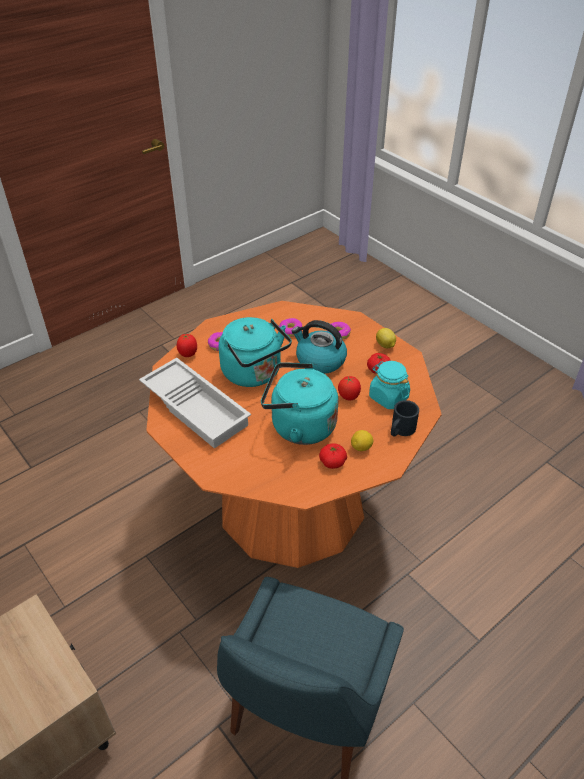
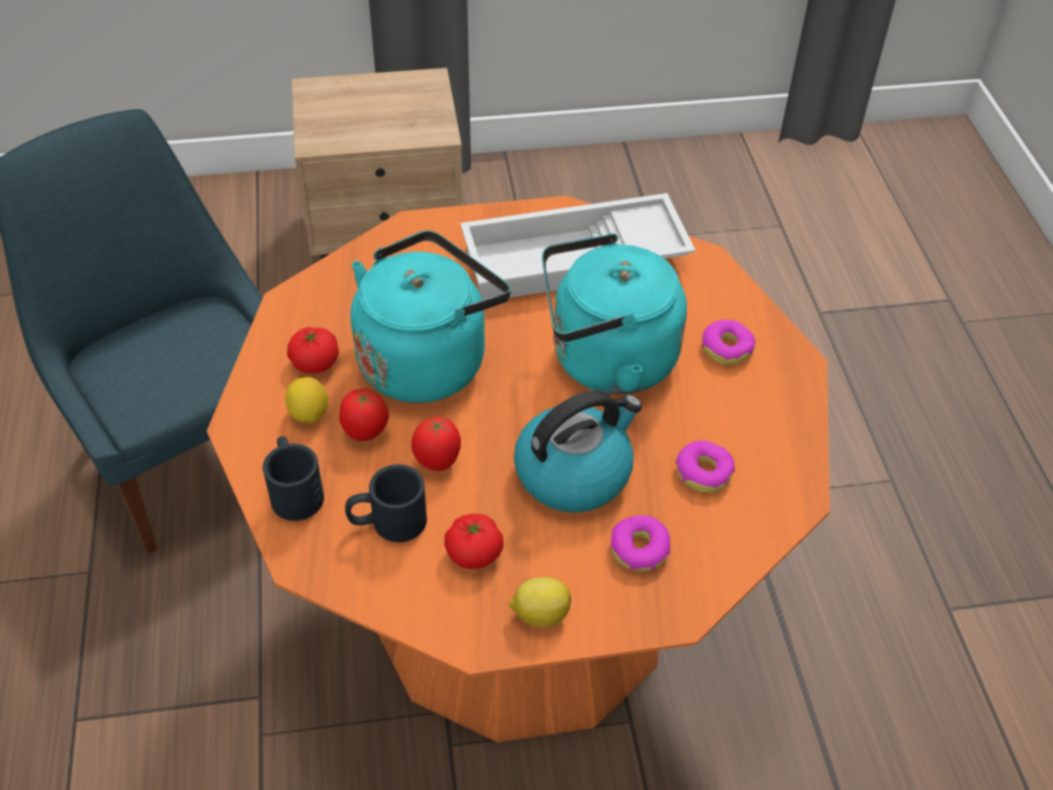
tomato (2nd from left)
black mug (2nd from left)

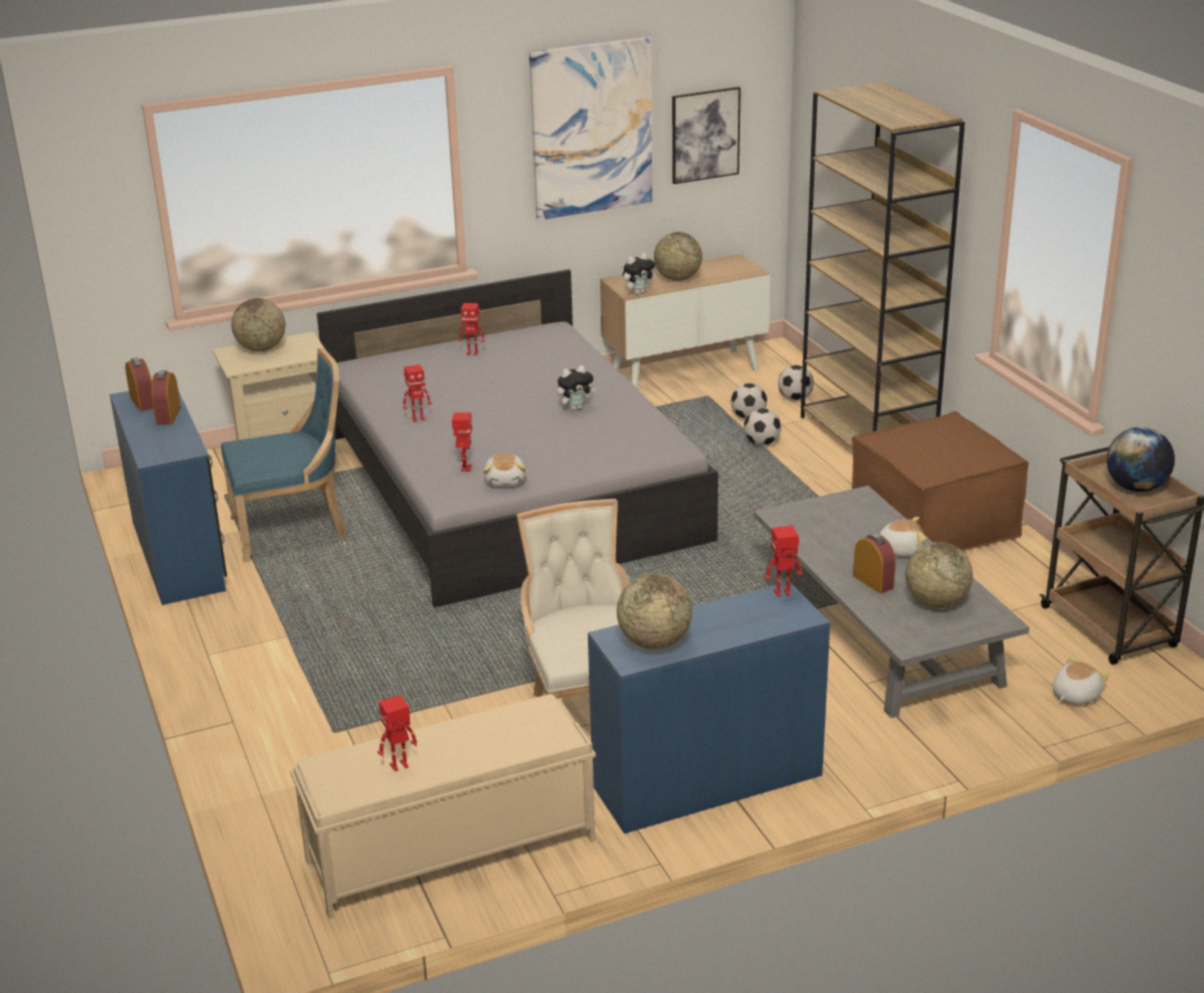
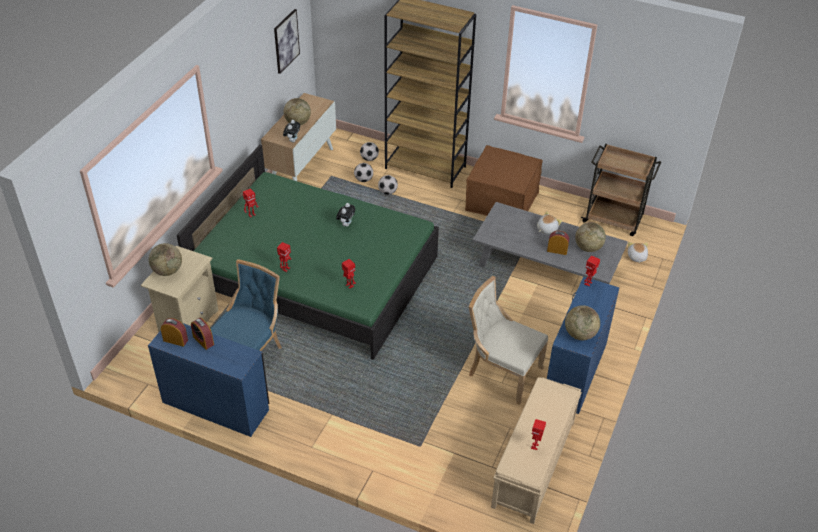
picture (1st from left in the first image)
green bed
globe (5th from left in the first image)
plush toy (1st from left in the first image)

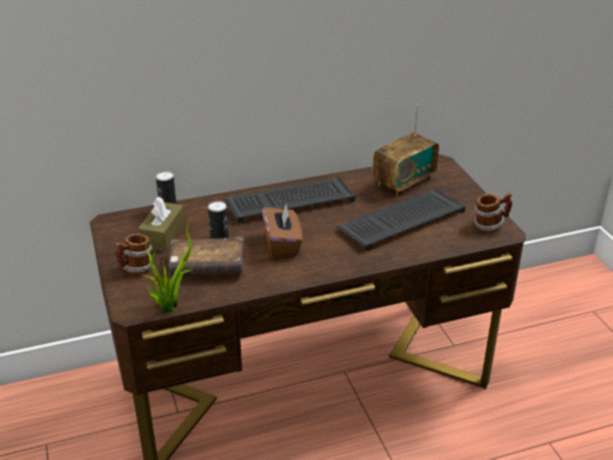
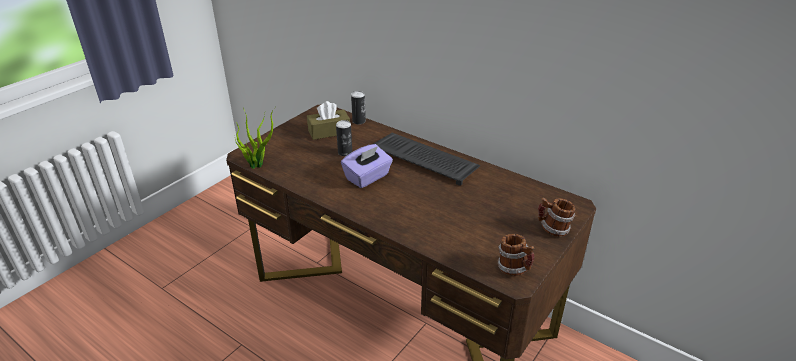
radio
keyboard (2nd from left in the first image)
purple tissue box
mug (2nd from left)
brown book

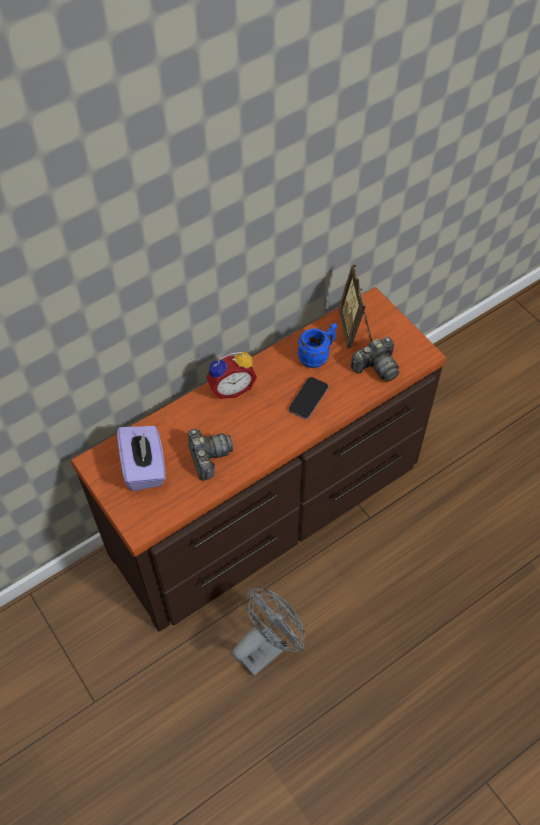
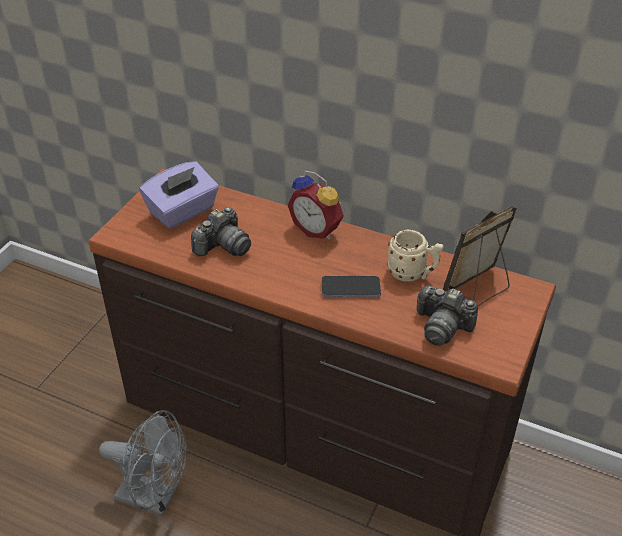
beige mug

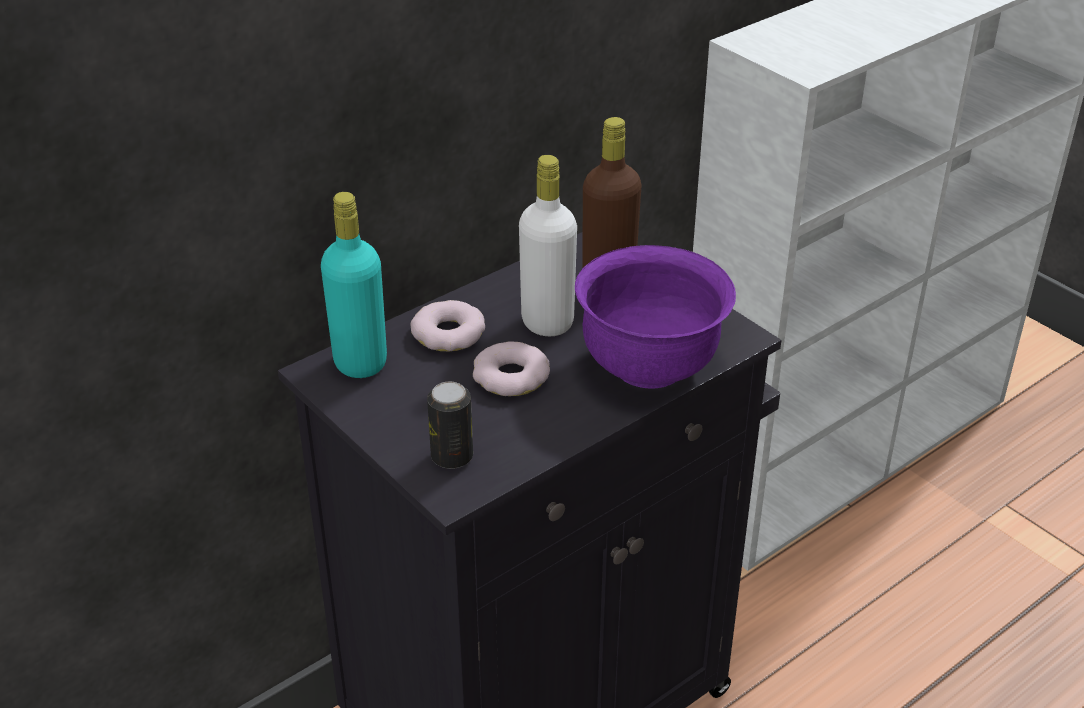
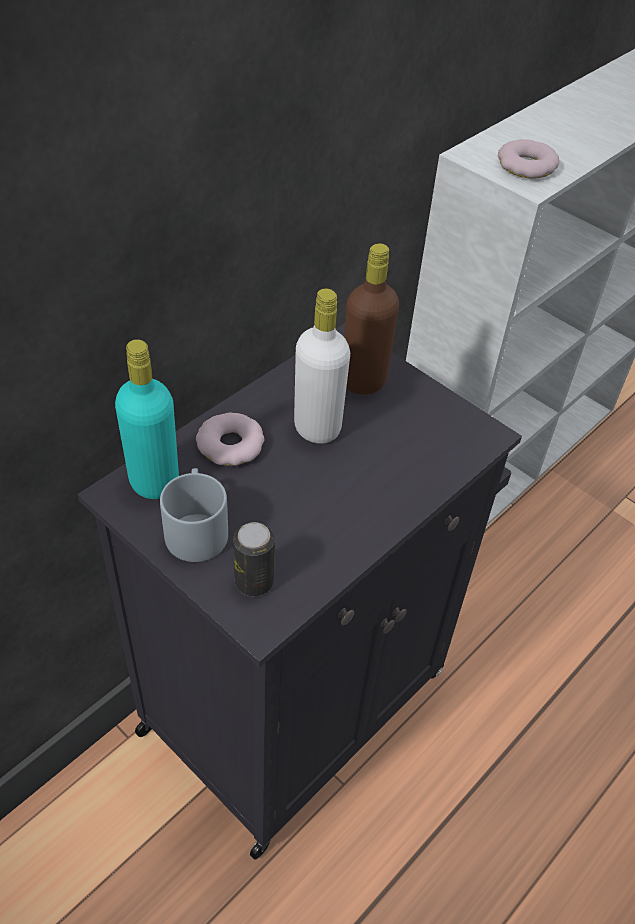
purple bowl
donut (2nd from left)
grey mug

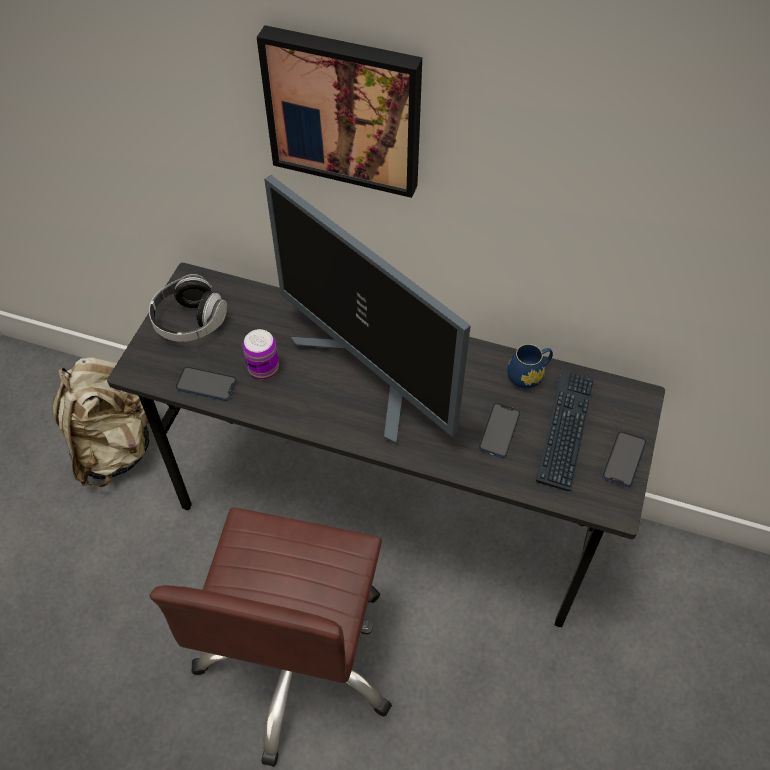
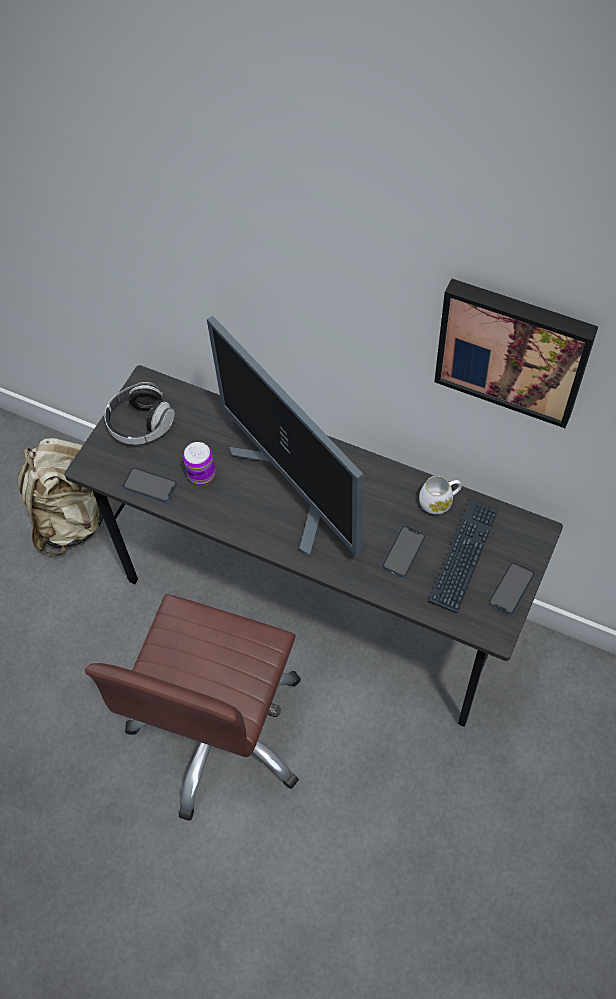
picture
white mug

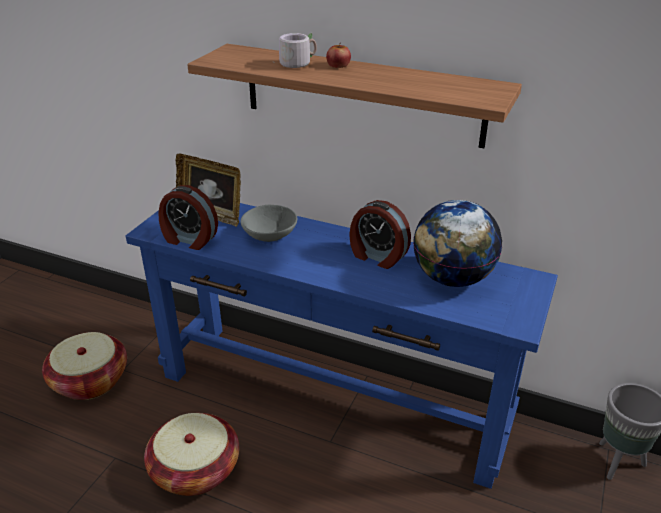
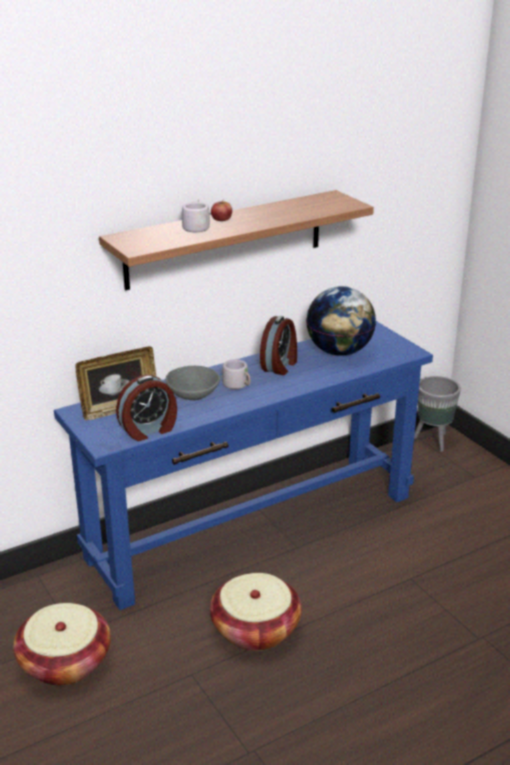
alarm clock (2nd from left)
grey mug (2nd from left)

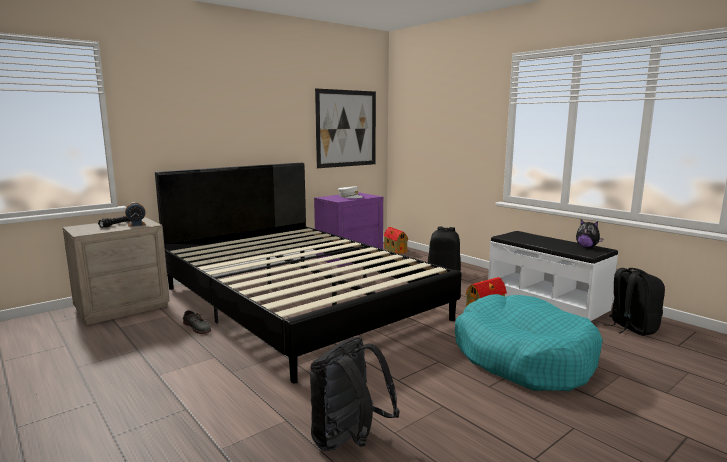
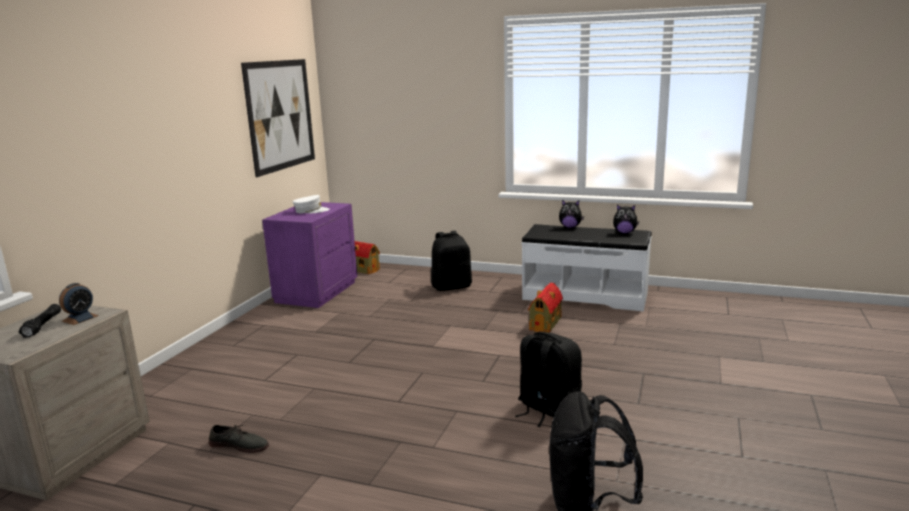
black bed
black backpack (2nd from left)
turquoise dog bed
plush toy (1st from left)

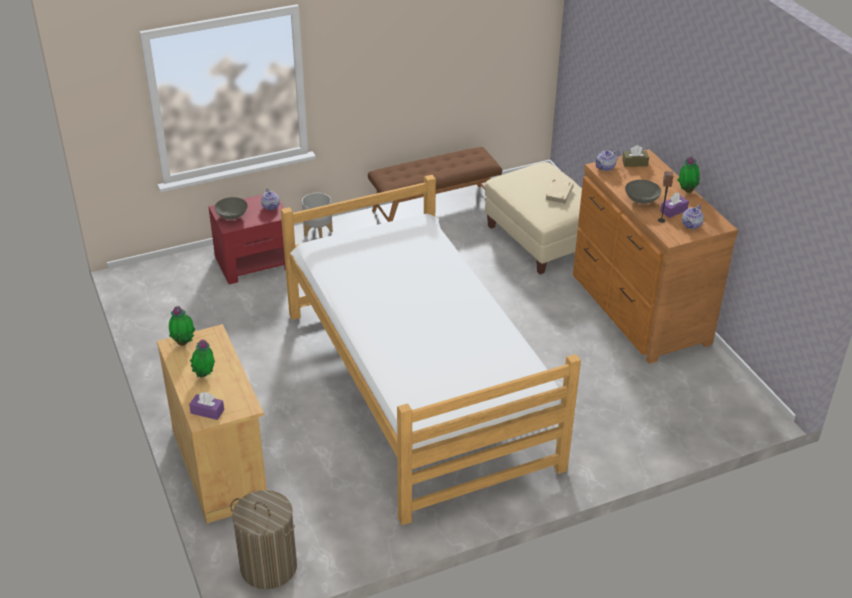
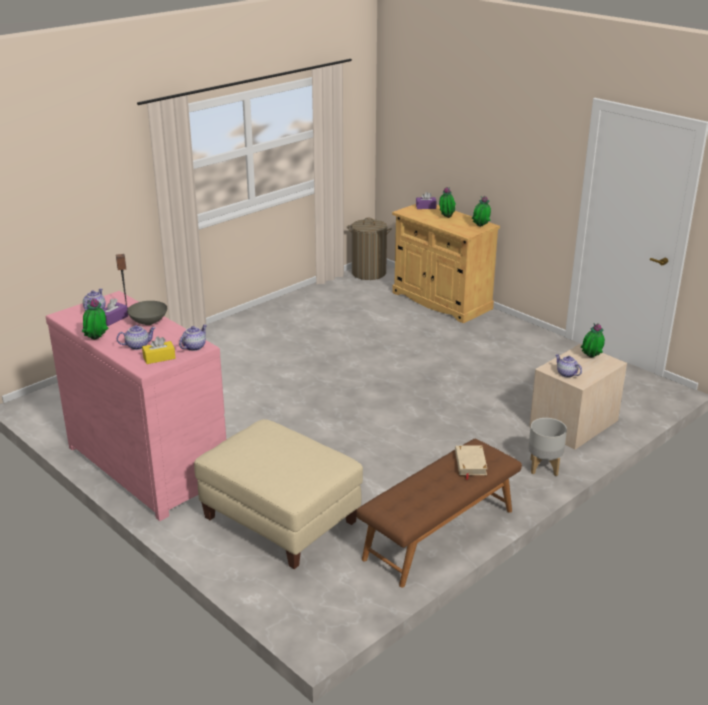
yellow tissue box
pink dresser
bed
beige book
beige nightstand
potted plant (4th from left)
teapot (2nd from left)

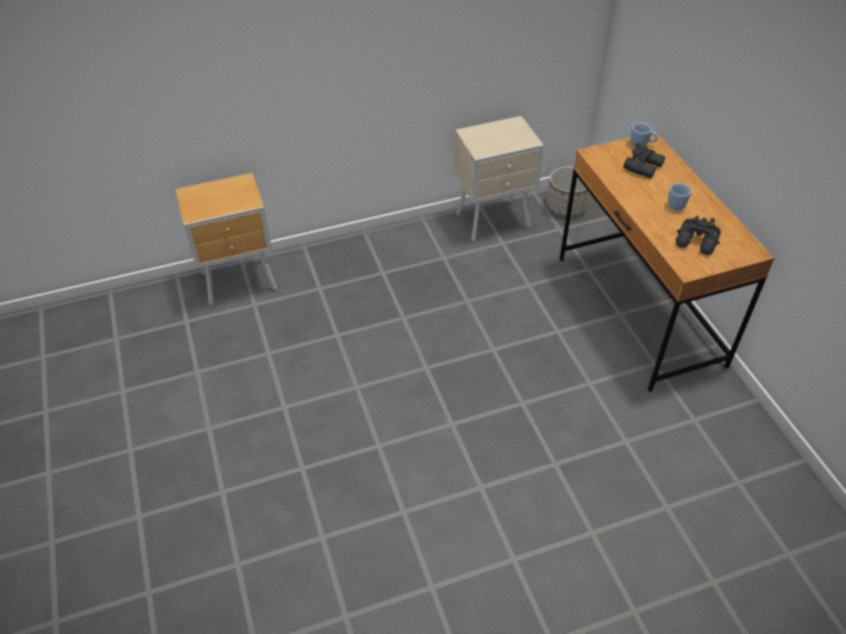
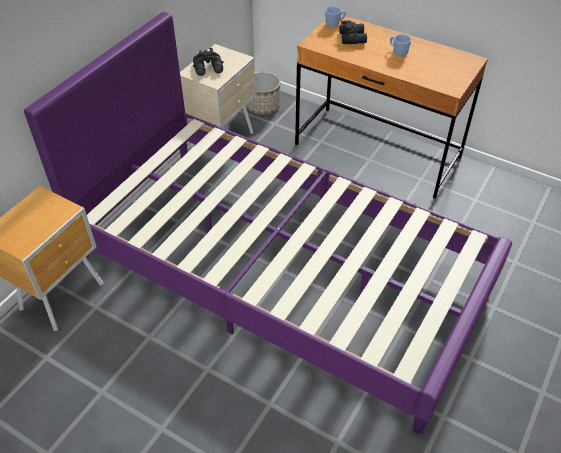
black binoculars (1st from left)
purple bed

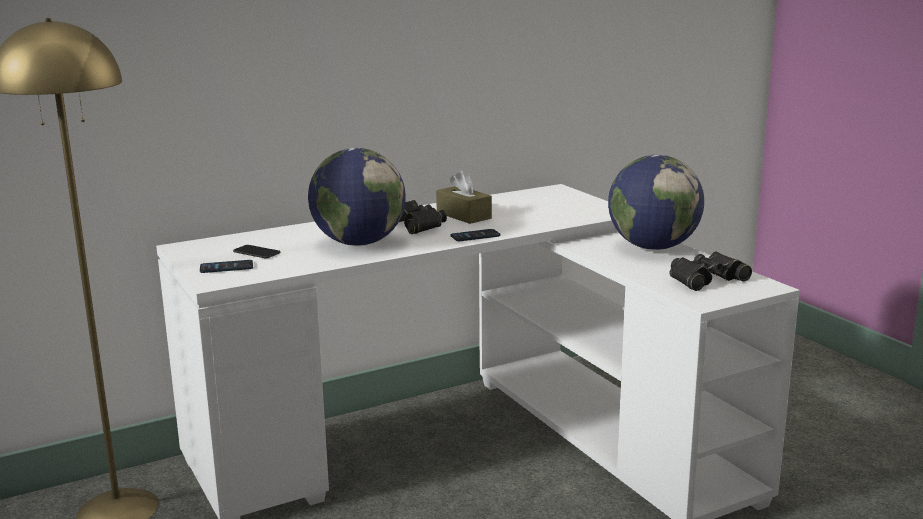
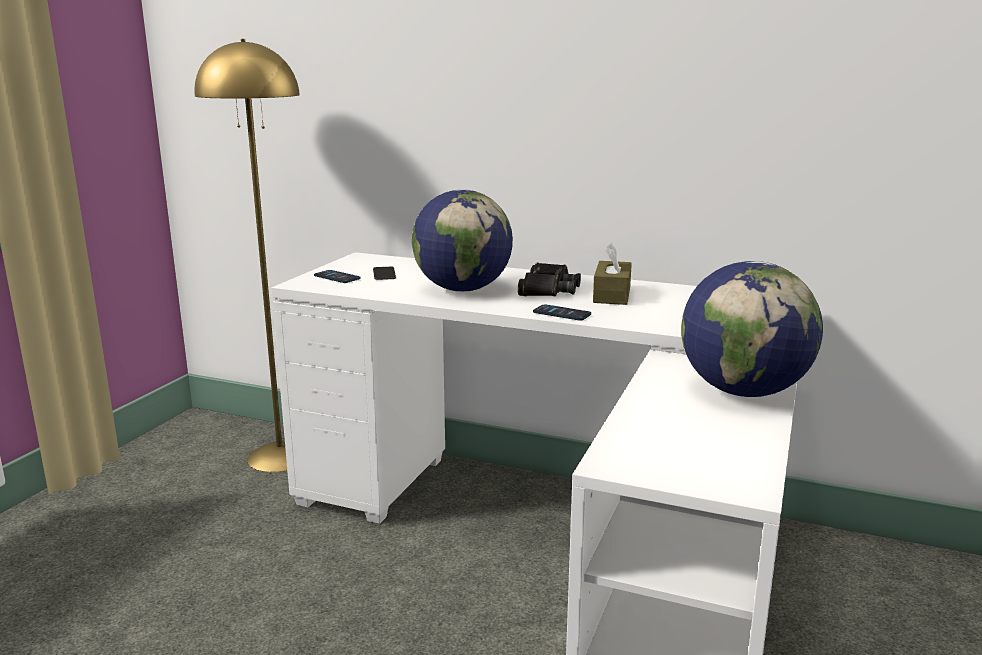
black binoculars (2nd from left in the first image)

